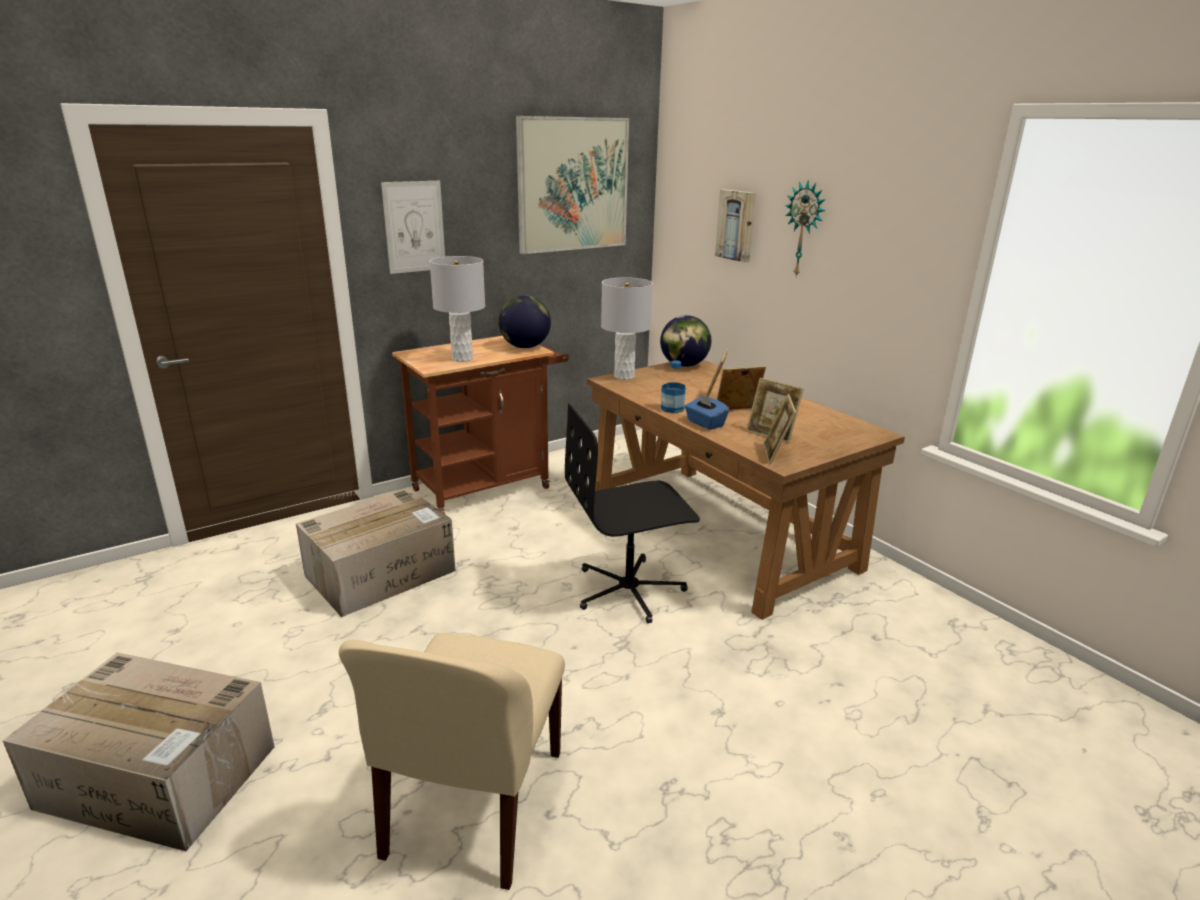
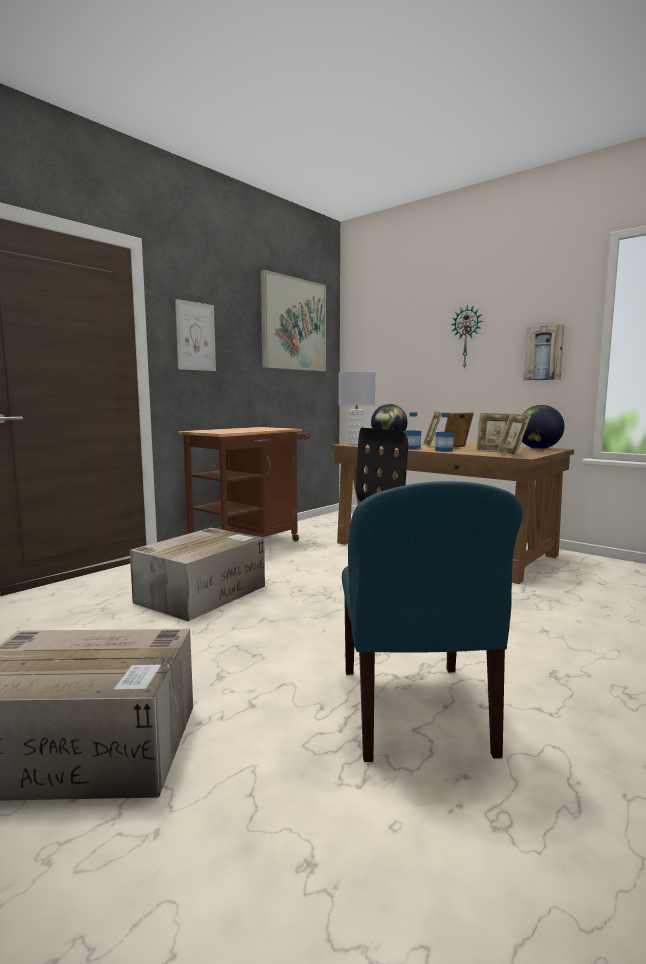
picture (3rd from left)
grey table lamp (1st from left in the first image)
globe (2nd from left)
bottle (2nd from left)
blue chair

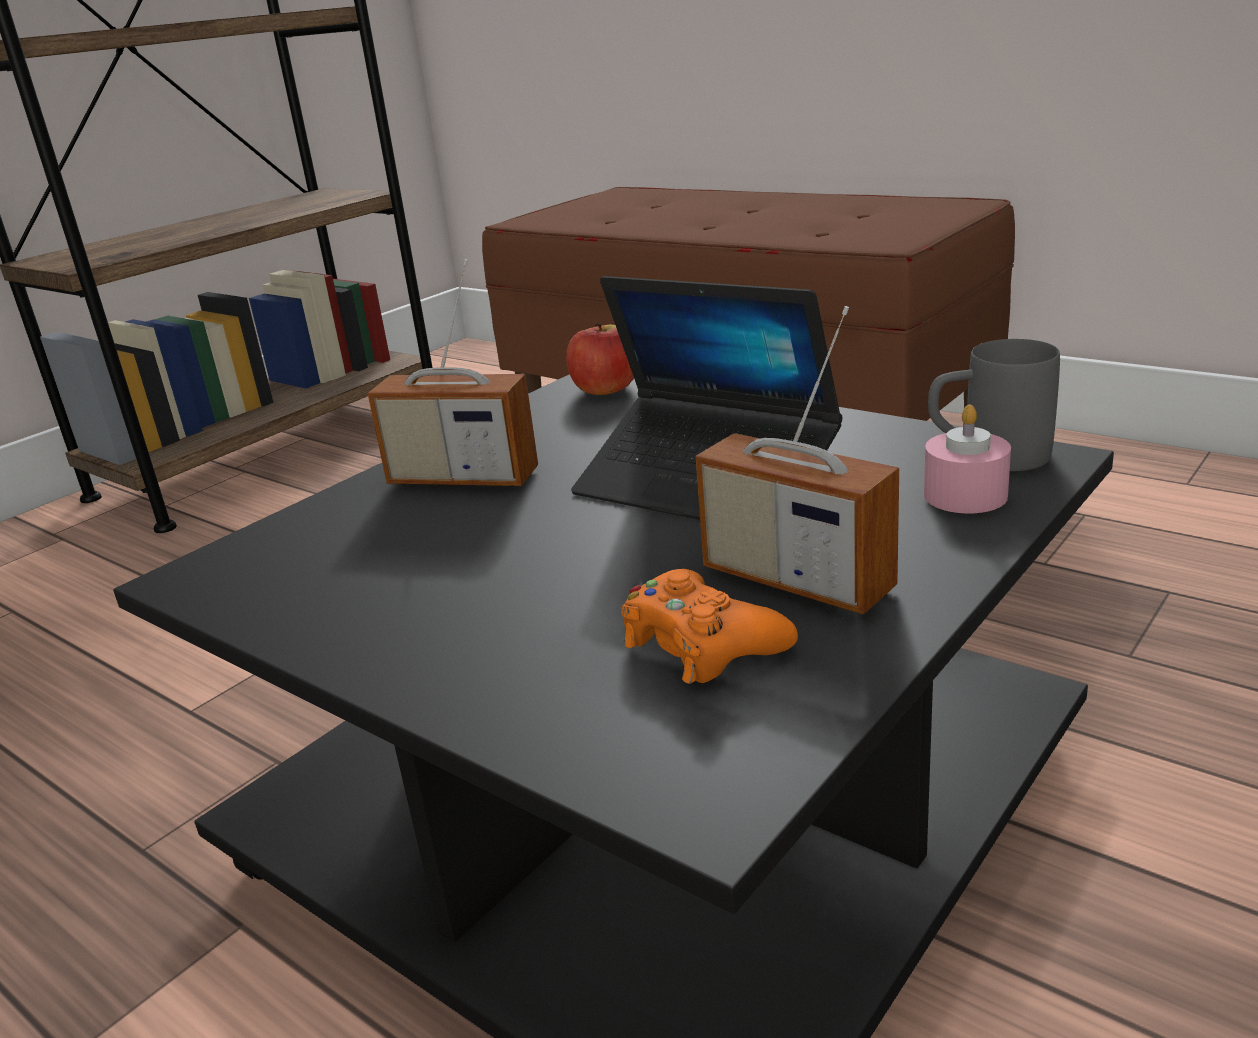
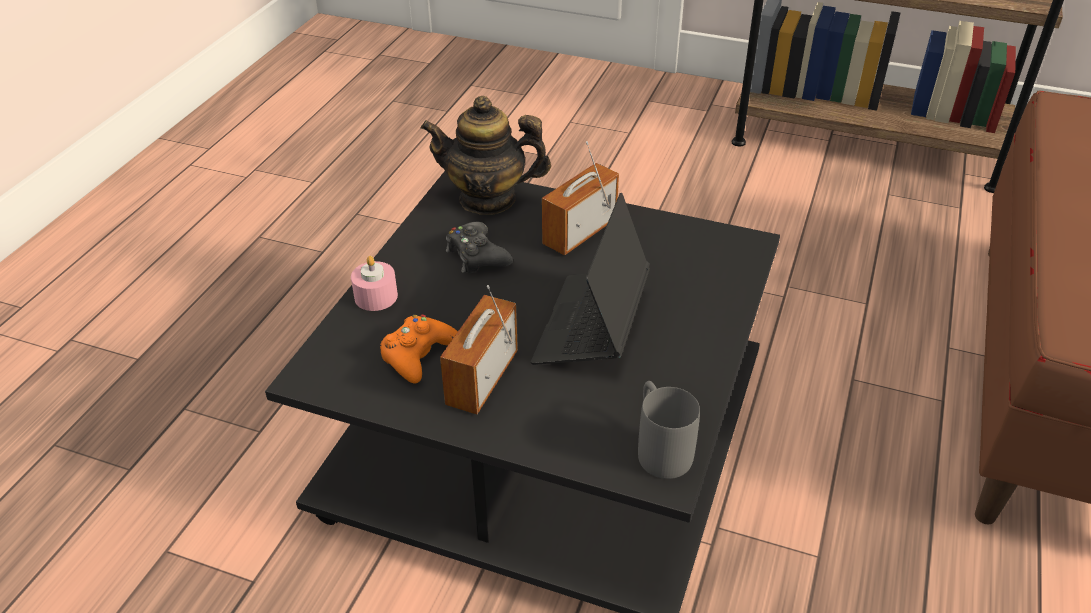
radio (2nd from left)
apple
pink candle
teapot
black game controller

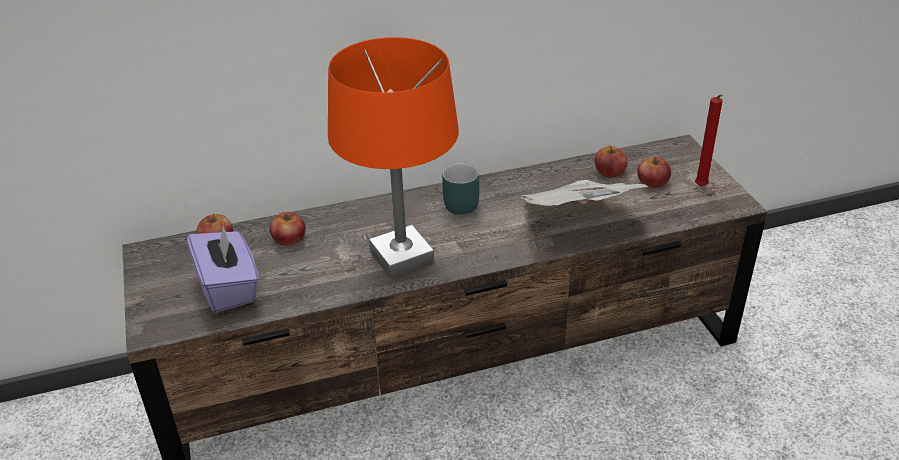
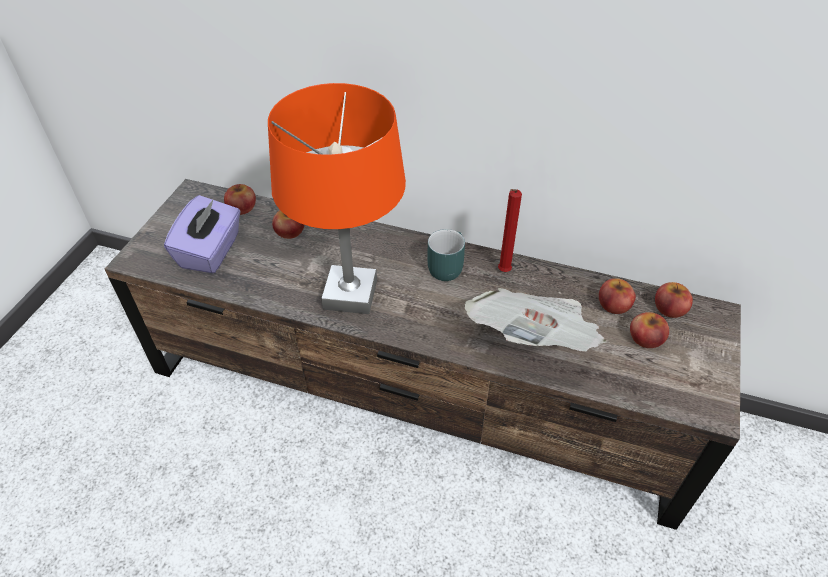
red candle
apple (5th from left)

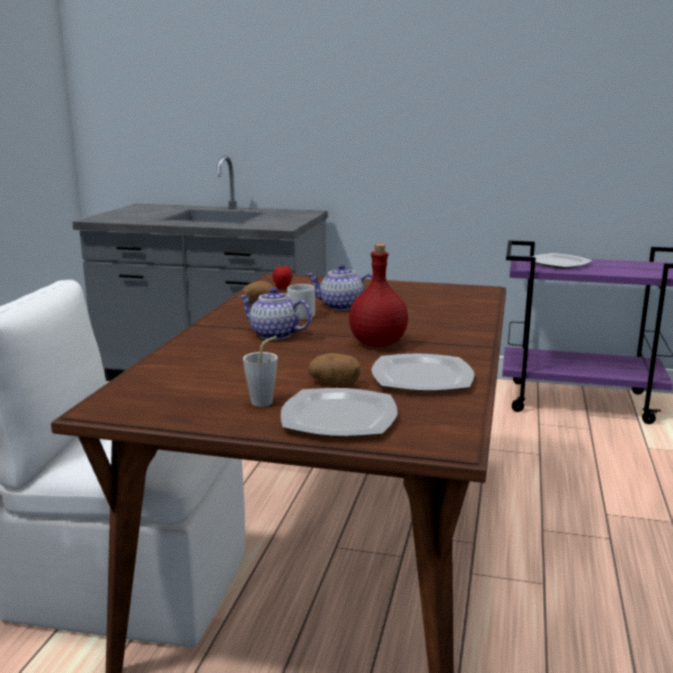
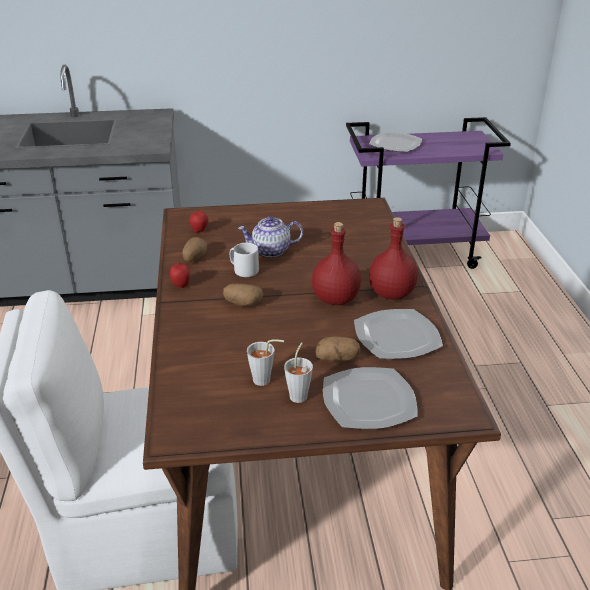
potato (2nd from left)
red bottle (2nd from left)
apple (1st from left)
grey cup (1st from left)

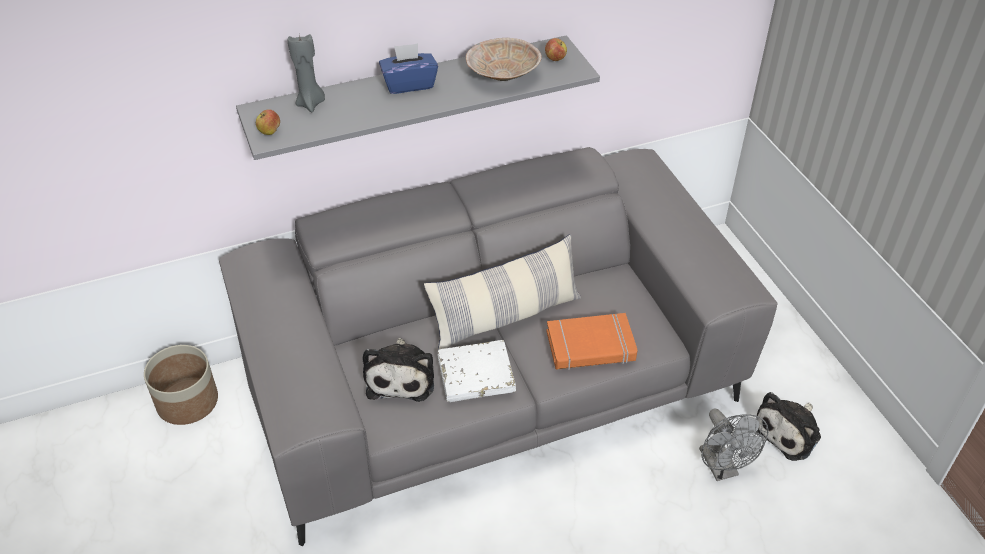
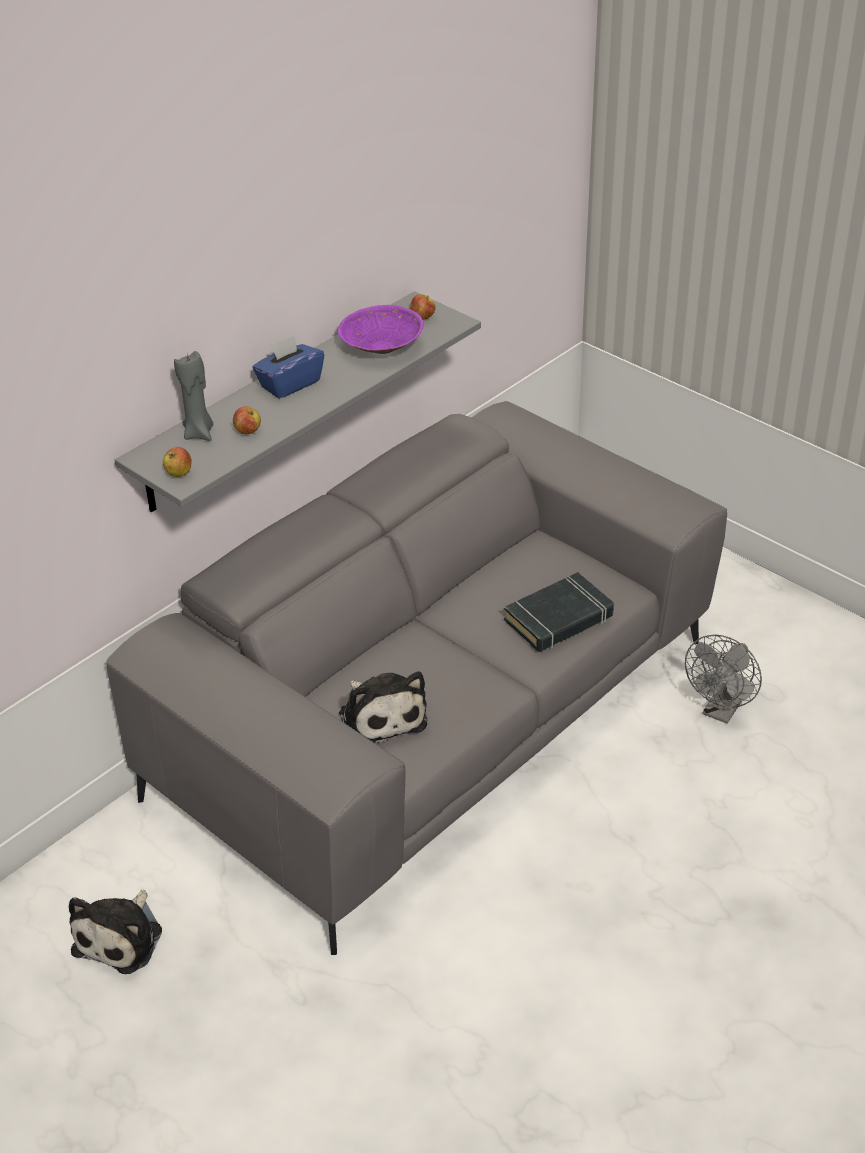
purple bowl
pillow
black book
white book
planter
plush toy (1st from left)
grey fan
apple (2nd from left)

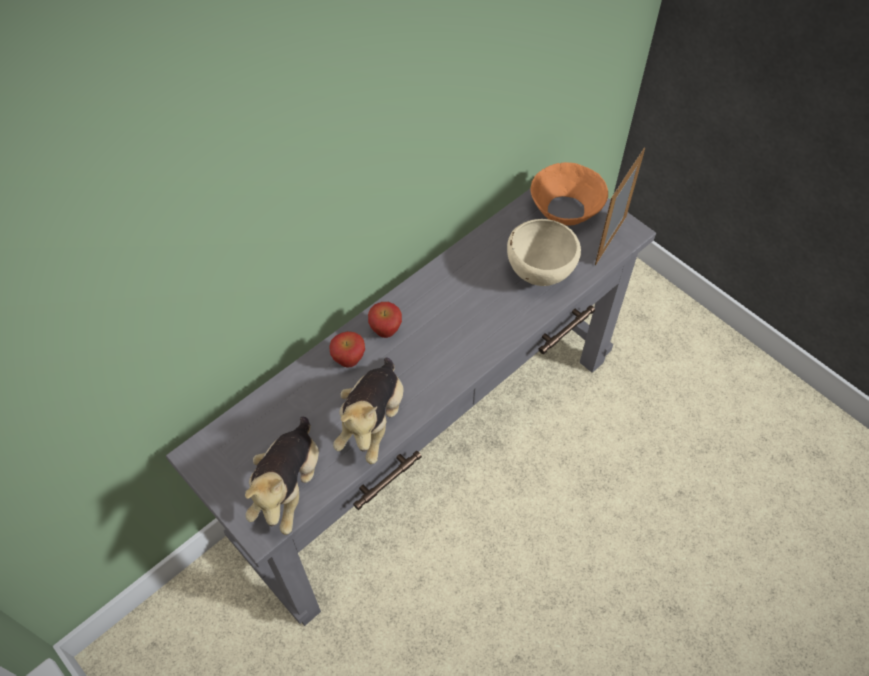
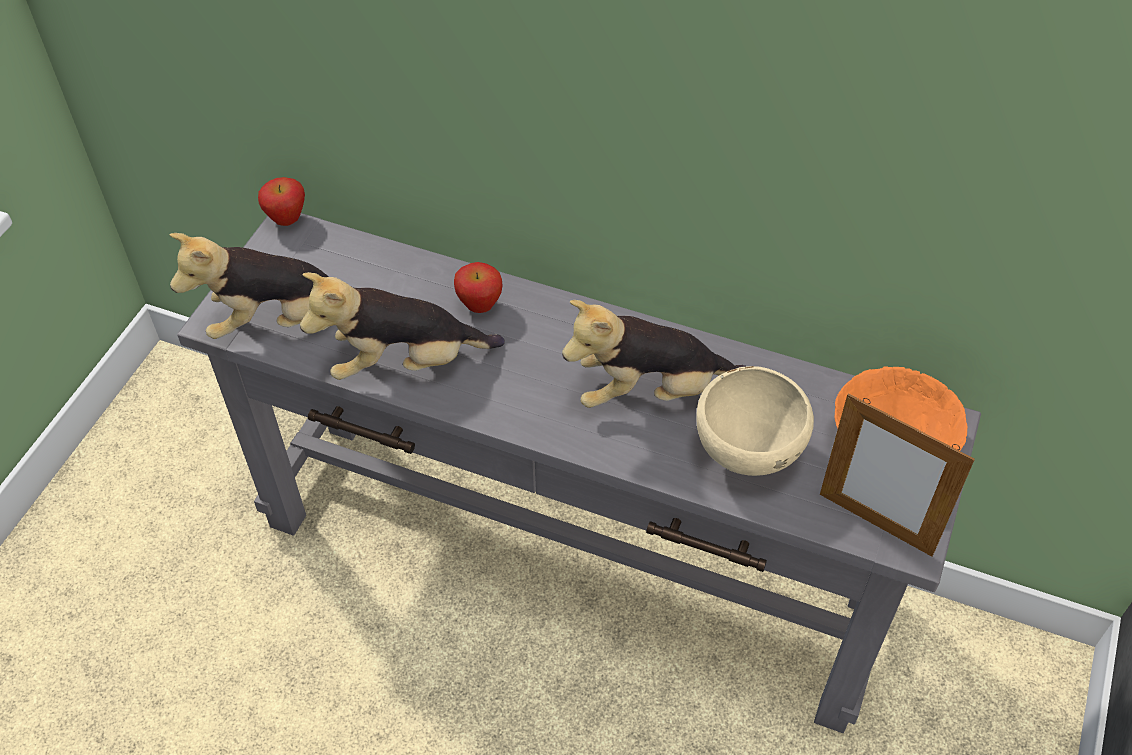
picture frame
apple (1st from left)
plush toy (3rd from left)

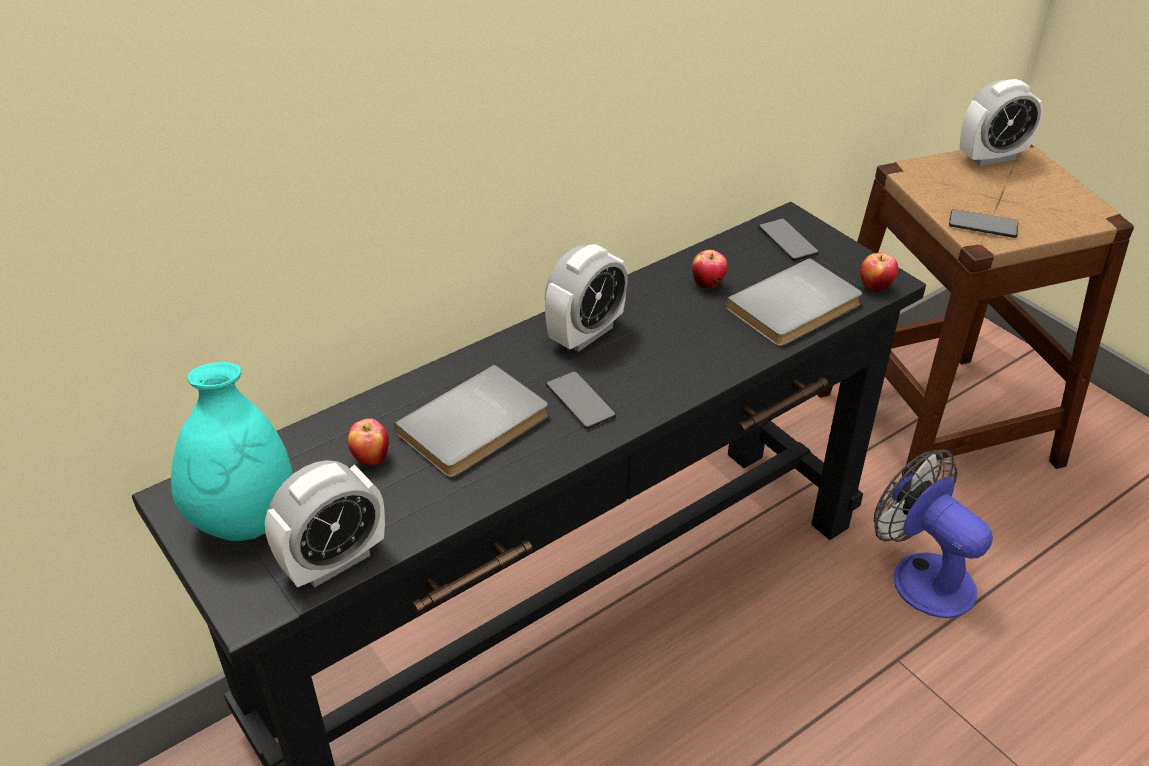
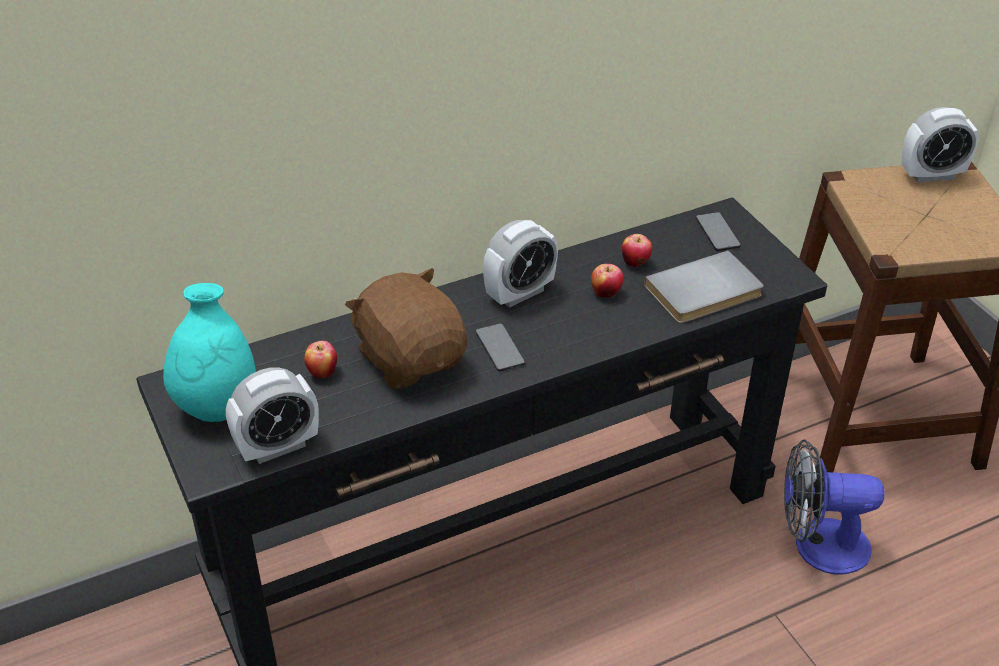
phone (3rd from left in the first image)
apple (2nd from left)
brown plush toy
fan

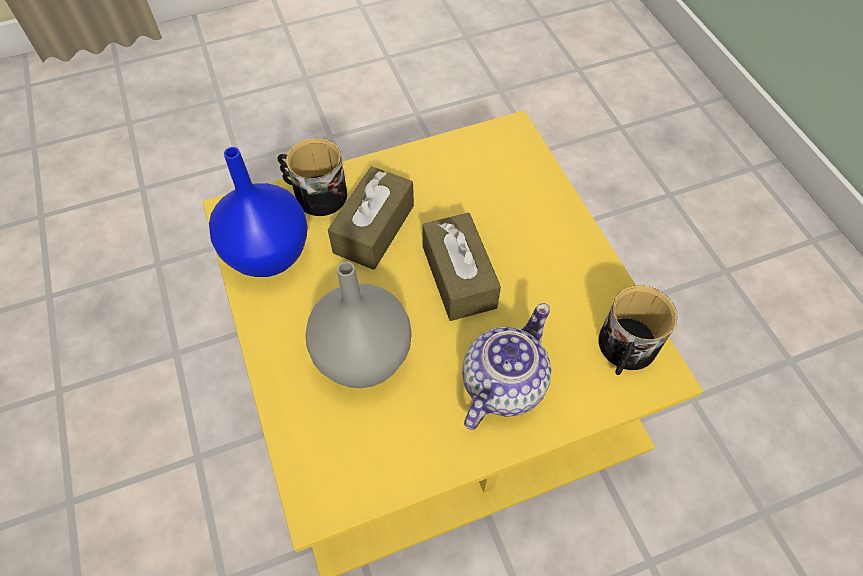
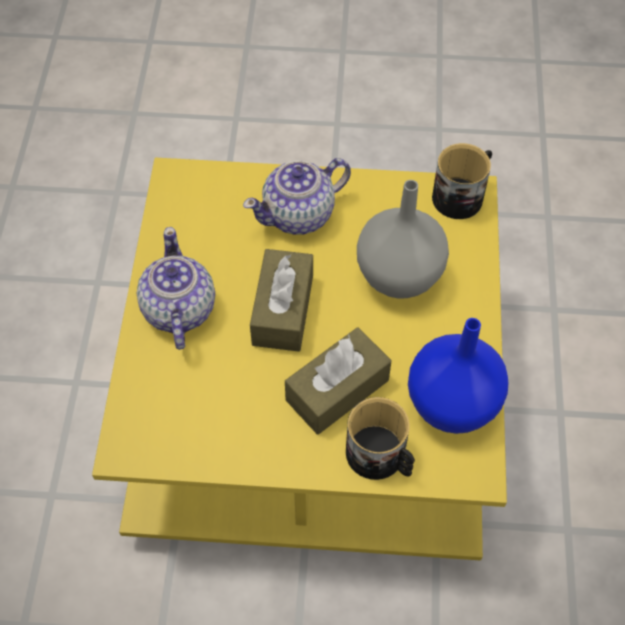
mug (2nd from left)
teapot (1st from left)

